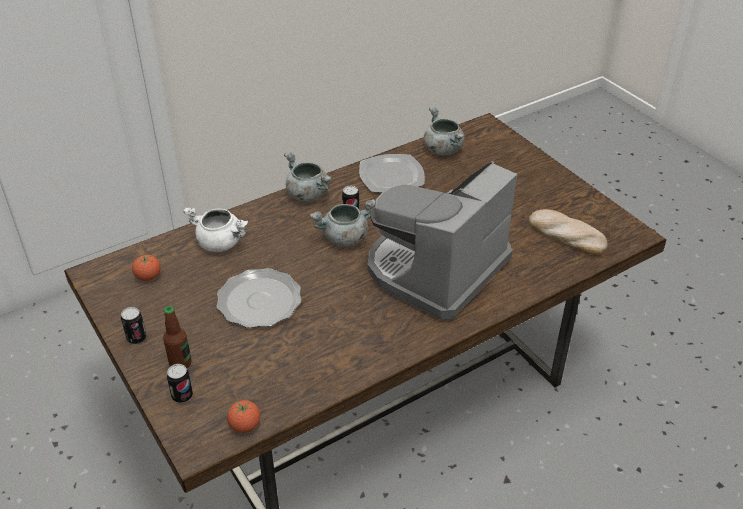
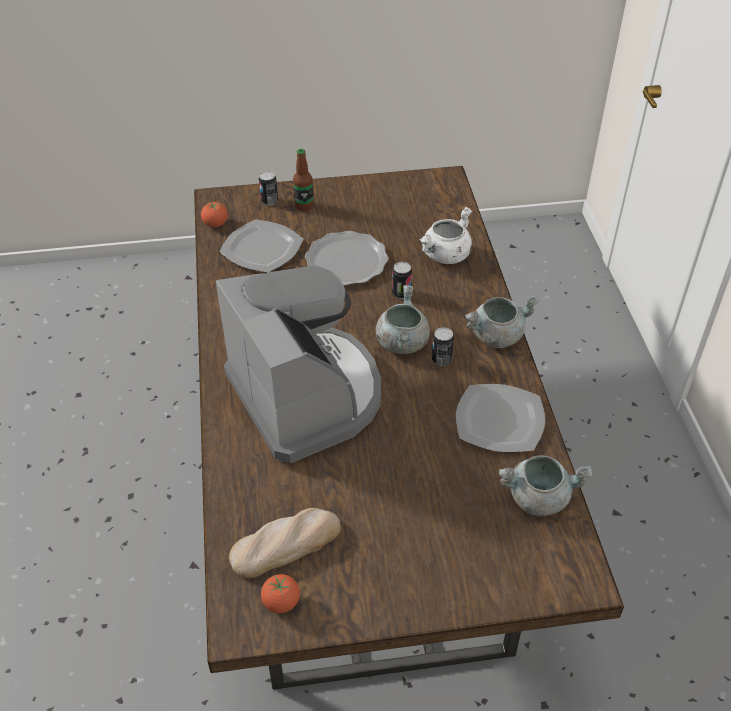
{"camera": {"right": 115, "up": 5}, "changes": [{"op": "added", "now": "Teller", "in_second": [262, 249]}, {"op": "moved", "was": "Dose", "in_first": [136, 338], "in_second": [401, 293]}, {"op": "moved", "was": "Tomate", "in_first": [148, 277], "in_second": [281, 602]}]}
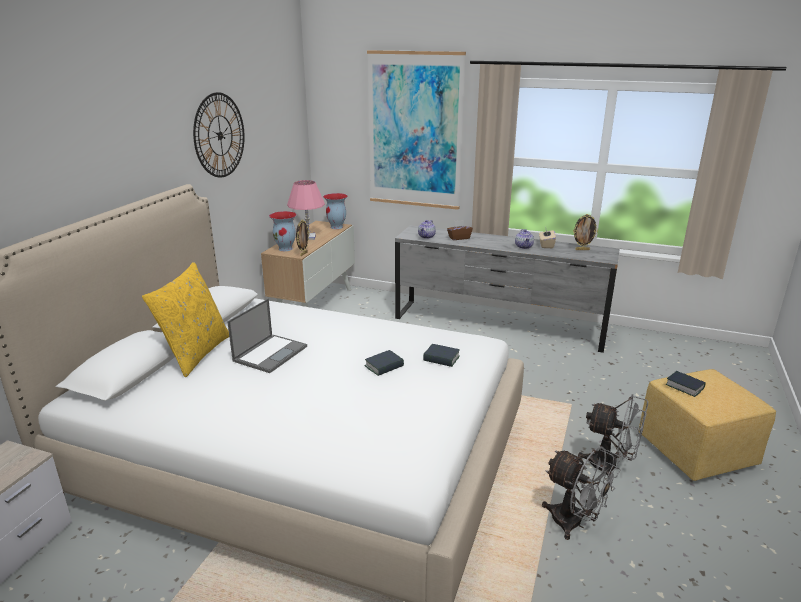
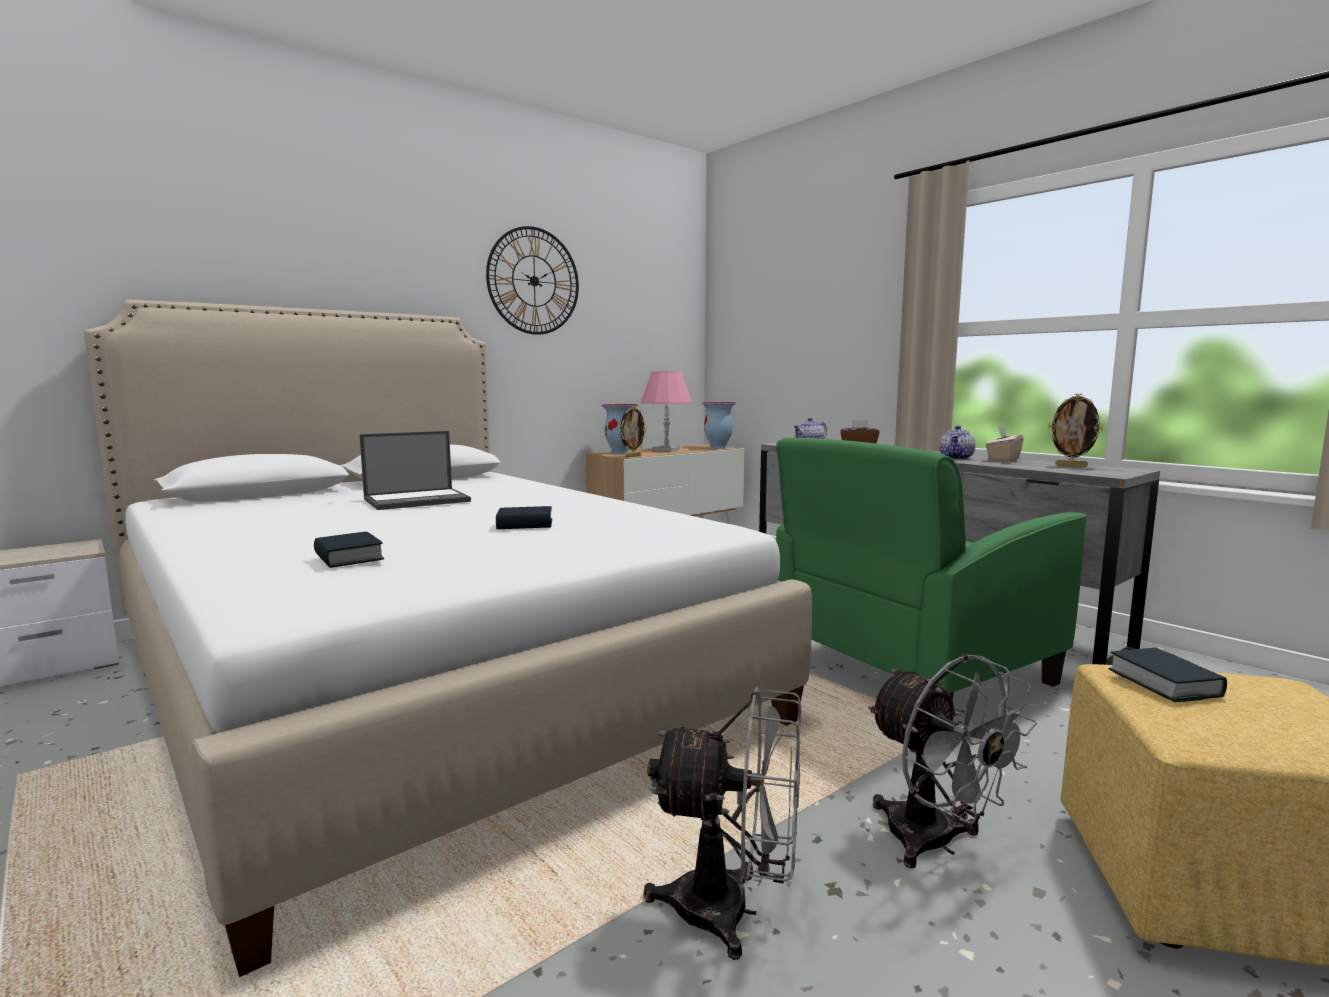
{"camera": {"right": 30, "up": -15}, "changes": [{"op": "removed", "was": "Kissen/gelb", "in_first": [195, 353]}, {"op": "removed", "was": "Bild", "in_first": [415, 131]}, {"op": "added", "now": "Sessel/grün", "in_second": [911, 671]}, {"op": "moved", "was": "Buch", "in_first": [441, 359], "in_second": [348, 558]}, {"op": "turned", "was": "Ventilator/grau", "in_first": [574, 523], "in_second": [732, 911], "clockwise": -60}]}
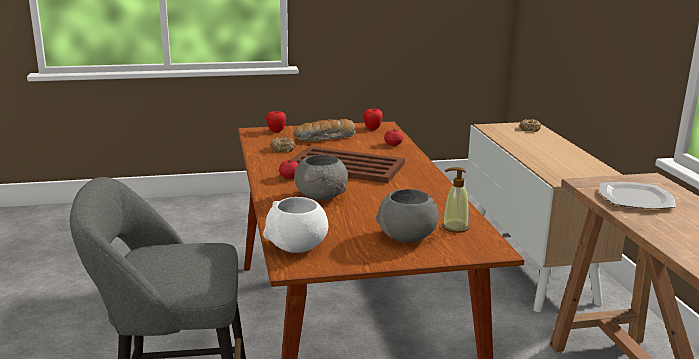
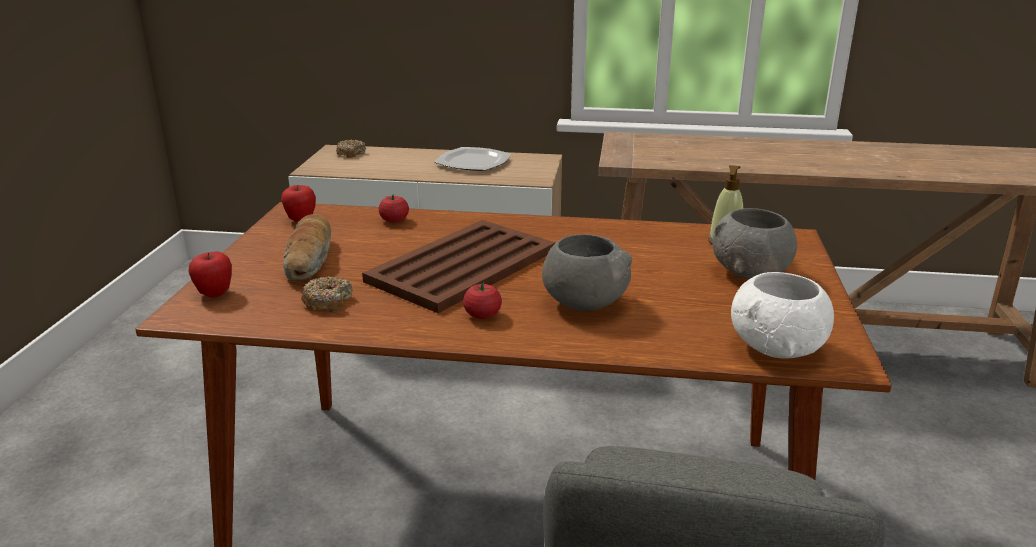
{"camera": {"right": -70, "up": 5}, "changes": [{"op": "moved", "was": "Teller", "in_first": [634, 198], "in_second": [472, 162]}]}
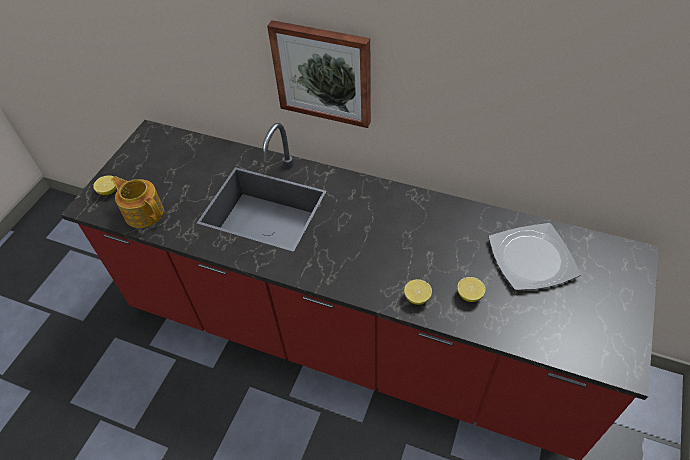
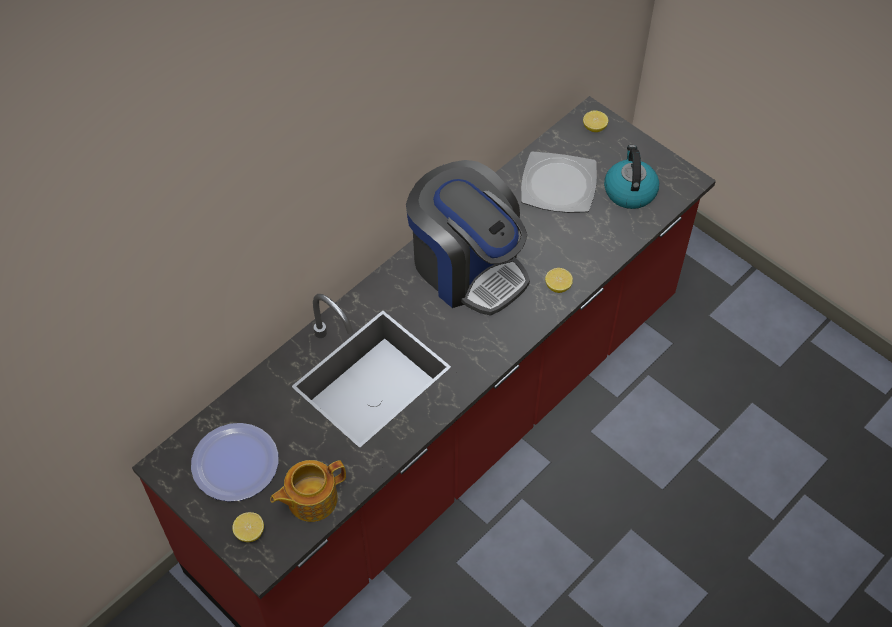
{"camera": {"right": -70, "up": 5}, "changes": [{"op": "removed", "was": "Bild", "in_first": [323, 73]}, {"op": "added", "now": "Teller", "in_second": [235, 463]}, {"op": "added", "now": "Kaffeemaschine", "in_second": [467, 267]}, {"op": "added", "now": "Wasserkessel", "in_second": [629, 191]}, {"op": "moved", "was": "Zitrone", "in_first": [469, 295], "in_second": [594, 128]}]}
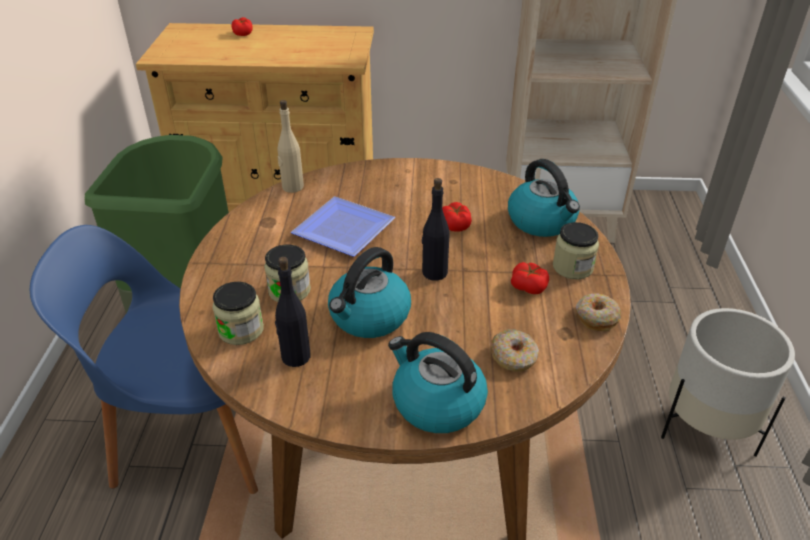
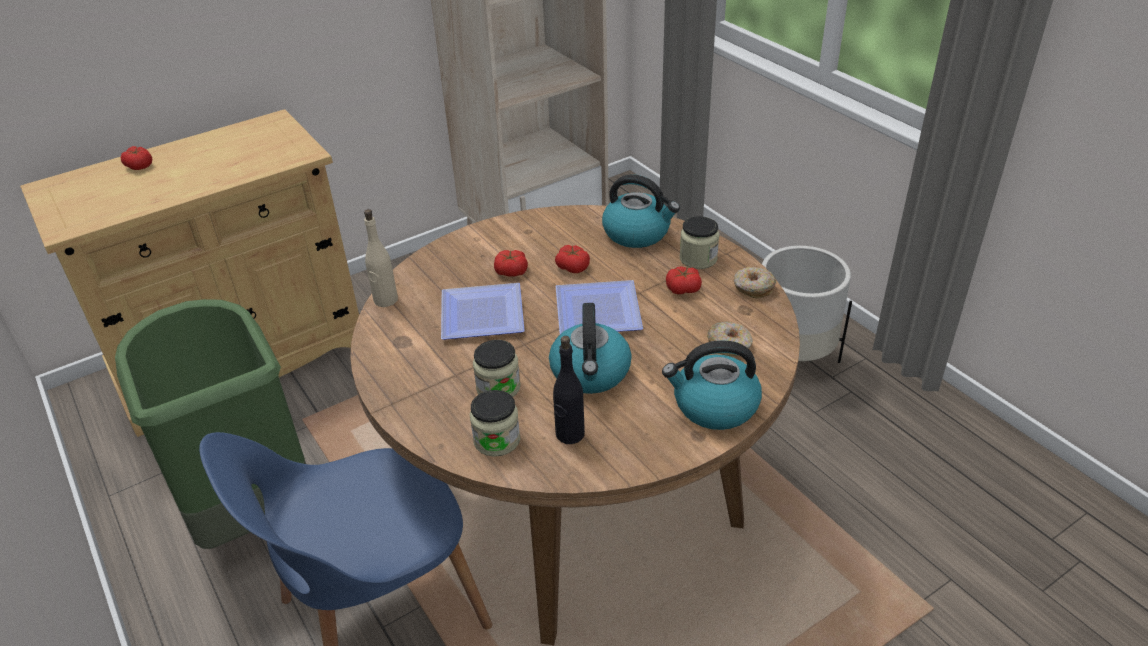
{"camera": {"right": -35, "up": 0}, "changes": [{"op": "added", "now": "Tomate", "in_second": [511, 271]}, {"op": "replaced", "was": "Flasche/schwarz", "now": "Teller", "in_first": [434, 272], "in_second": [601, 313]}]}
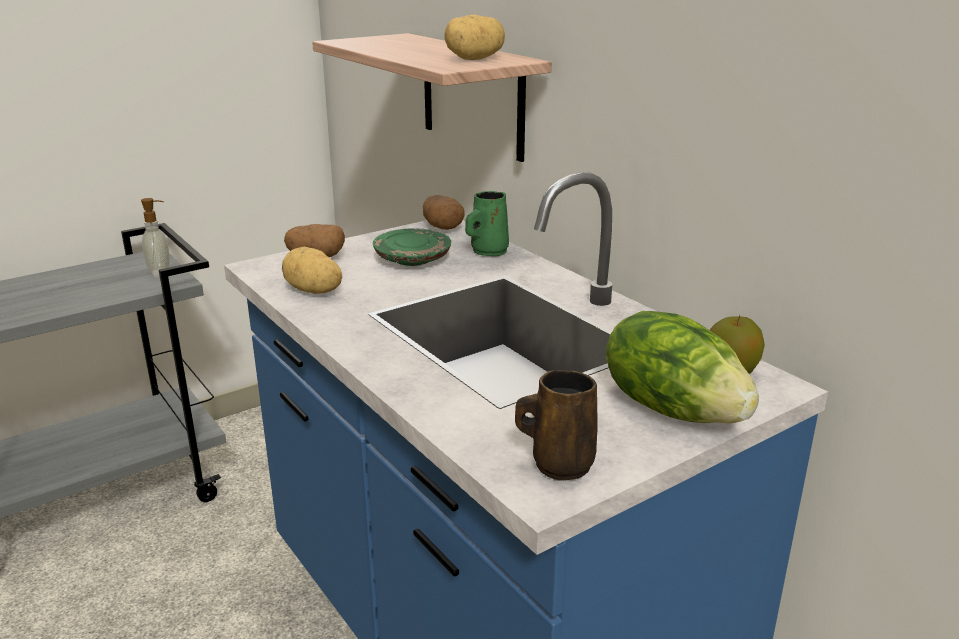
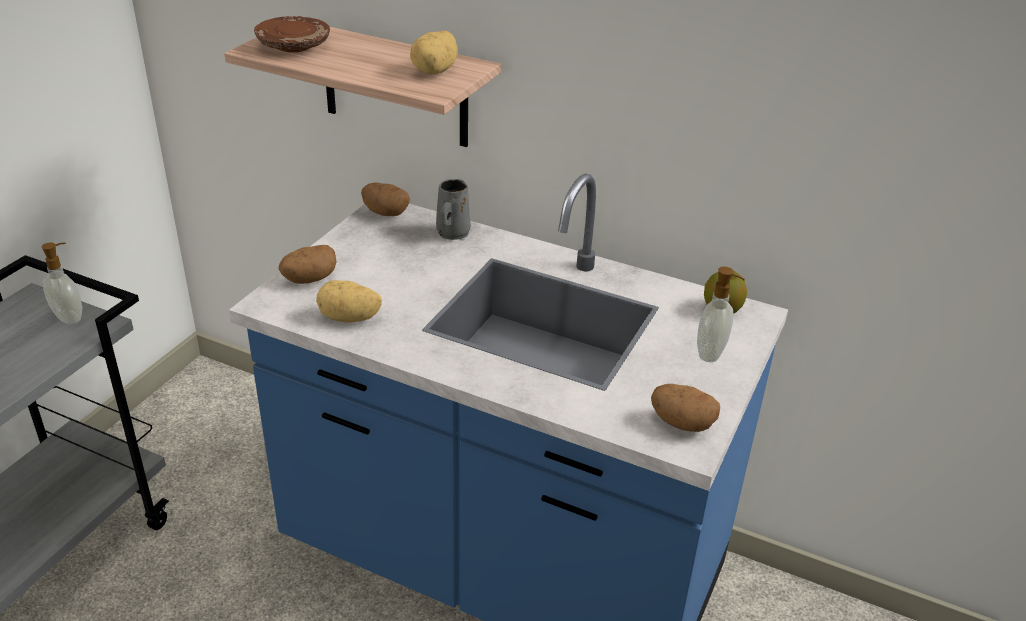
{"camera": {"right": -30, "up": 10}, "changes": [{"op": "removed", "was": "Teller/grün", "in_first": [413, 259]}, {"op": "added", "now": "Teller/braun", "in_second": [294, 46]}, {"op": "replaced", "was": "Henkelbecher/braun", "now": "Kartoffel", "in_first": [558, 464], "in_second": [681, 423]}, {"op": "replaced", "was": "Salatkopf", "now": "Seifenspender", "in_first": [673, 408], "in_second": [712, 353]}, {"op": "recoloured", "was": "Henkelbecher/grün", "now": "Henkelbecher/grau", "in_first": [487, 251], "in_second": [452, 233]}]}
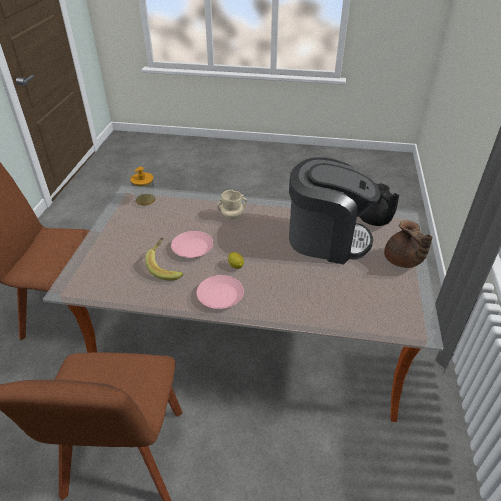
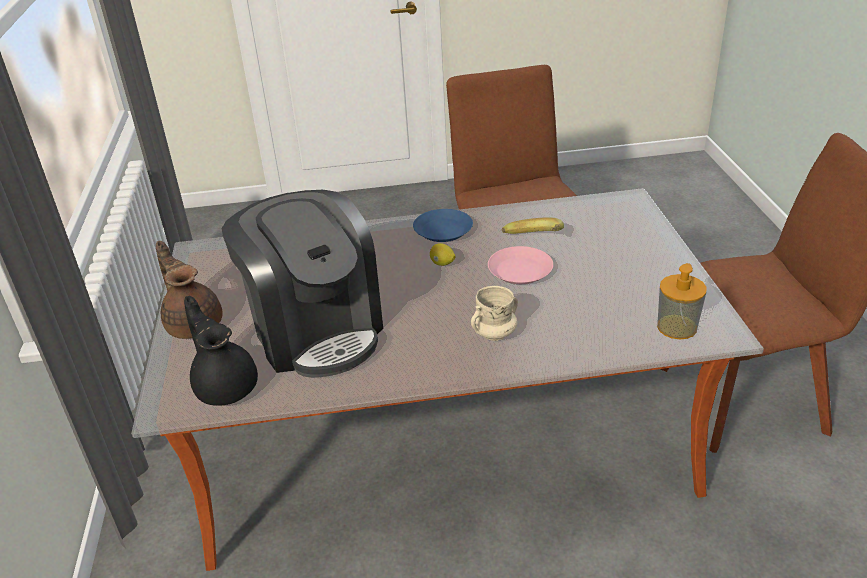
{"camera": {"right": 165, "up": -5}, "changes": [{"op": "recoloured", "was": "Teller/rosa", "now": "Teller/blau", "in_first": [220, 295], "in_second": [442, 230]}, {"op": "turned", "was": "Kaffeemaschine", "in_first": [326, 239], "in_second": [316, 331], "clockwise": -120}]}
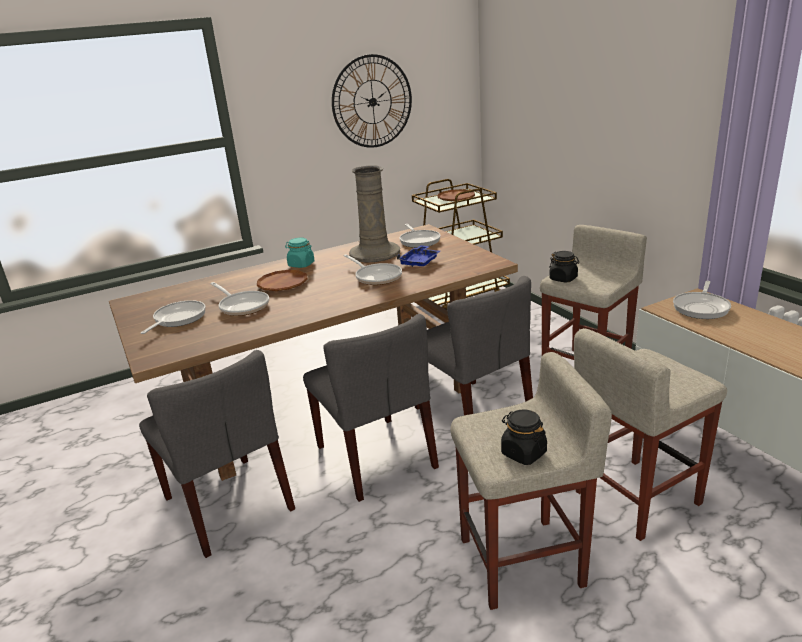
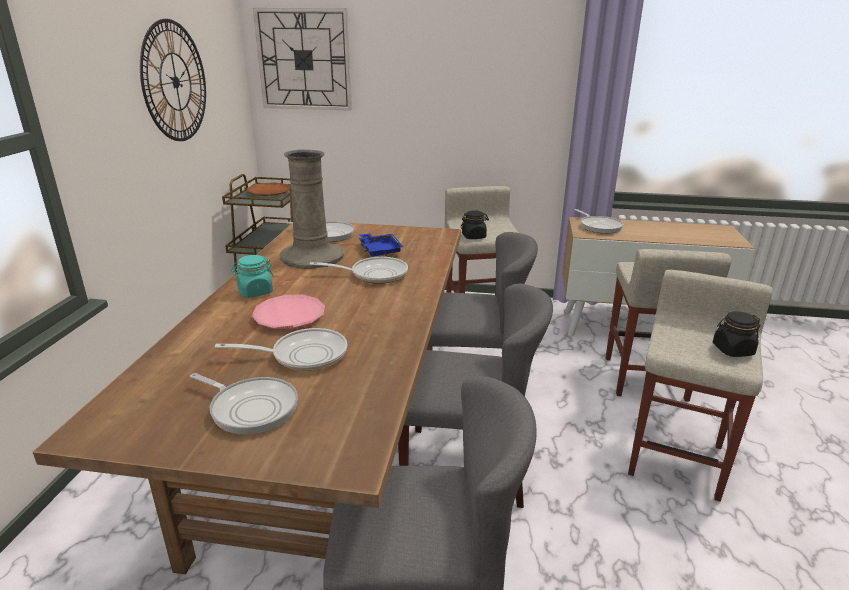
{"camera": {"right": -55, "up": 0}, "changes": [{"op": "added", "now": "Wanduhr", "in_second": [304, 60]}, {"op": "recoloured", "was": "Teller/braun", "now": "Teller/rosa", "in_first": [282, 284], "in_second": [289, 316]}, {"op": "turned", "was": "Pfanne", "in_first": [178, 319], "in_second": [251, 408], "clockwise": 150}]}
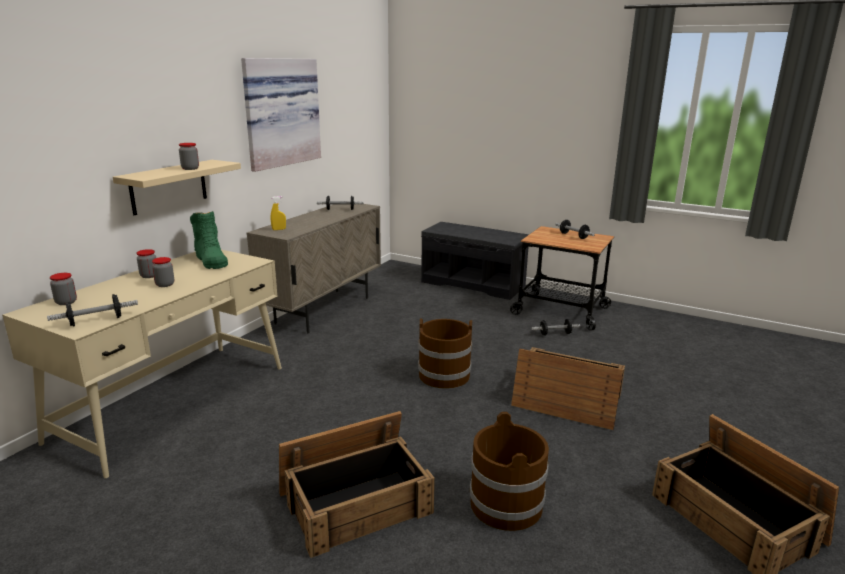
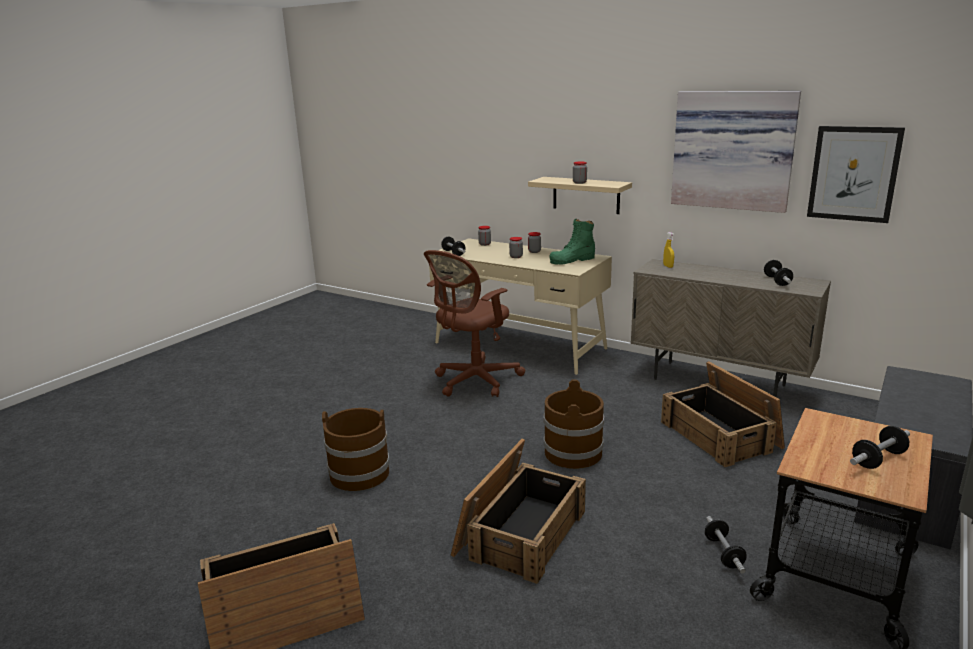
{"camera": {"right": 95, "up": 0}, "changes": [{"op": "added", "now": "Bürostuhl/braun", "in_second": [474, 381]}, {"op": "added", "now": "Bild", "in_second": [853, 173]}, {"op": "moved", "was": "Kiste", "in_first": [356, 502], "in_second": [721, 434]}]}
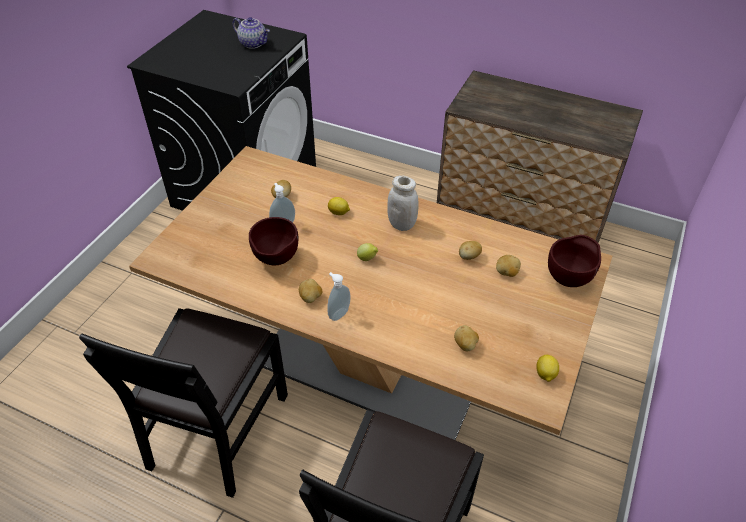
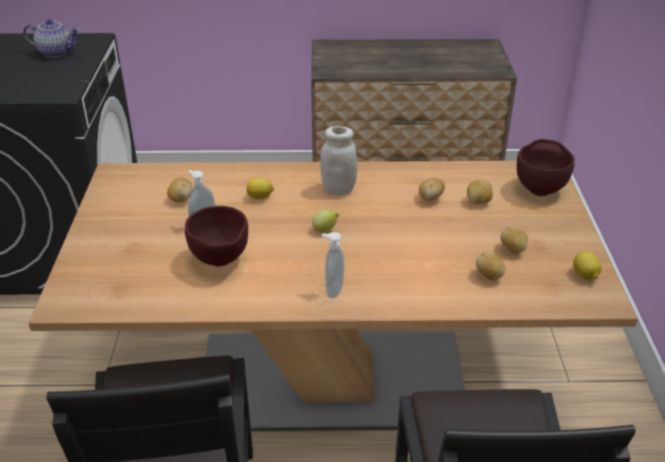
{"camera": {"right": -25, "up": -10}, "changes": [{"op": "moved", "was": "Kartoffel", "in_first": [311, 298], "in_second": [513, 250]}]}
